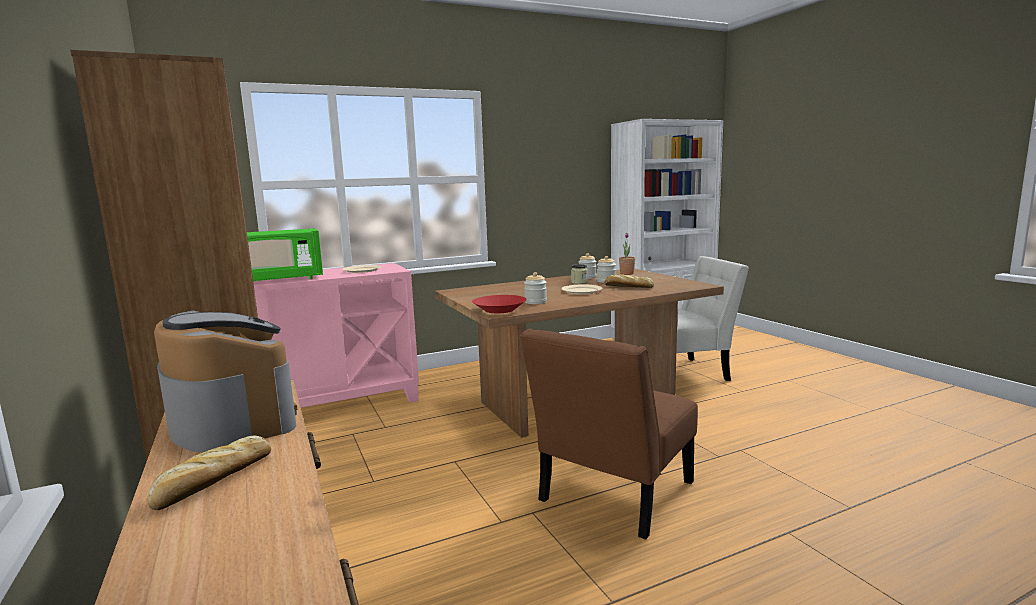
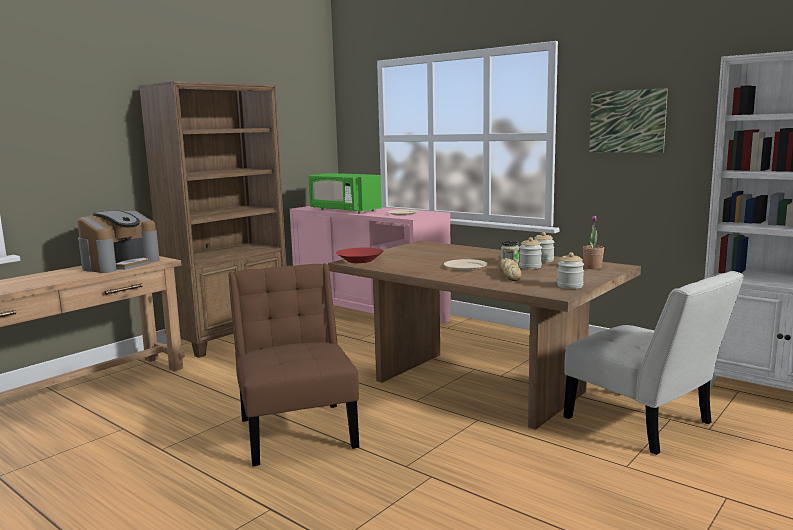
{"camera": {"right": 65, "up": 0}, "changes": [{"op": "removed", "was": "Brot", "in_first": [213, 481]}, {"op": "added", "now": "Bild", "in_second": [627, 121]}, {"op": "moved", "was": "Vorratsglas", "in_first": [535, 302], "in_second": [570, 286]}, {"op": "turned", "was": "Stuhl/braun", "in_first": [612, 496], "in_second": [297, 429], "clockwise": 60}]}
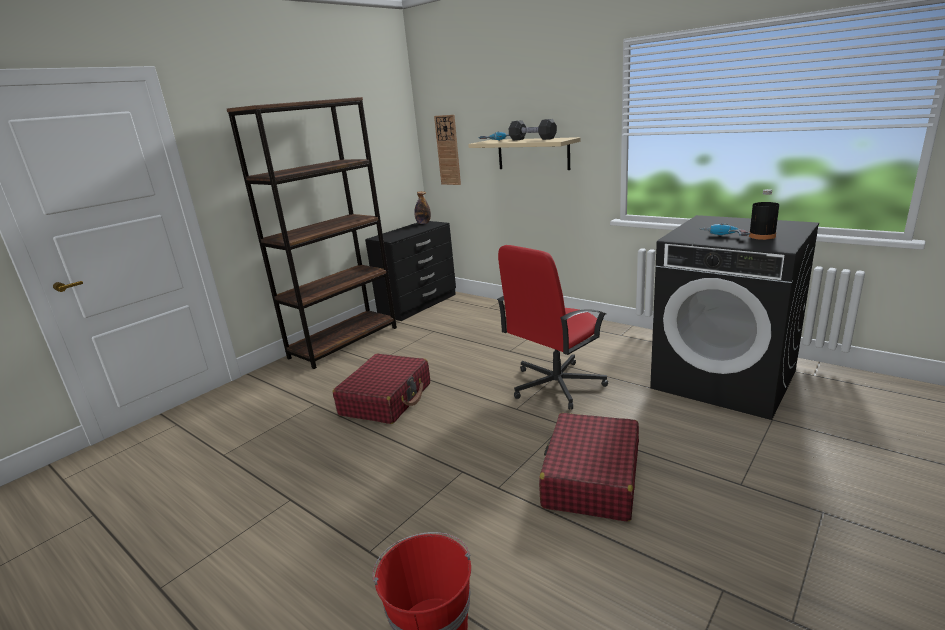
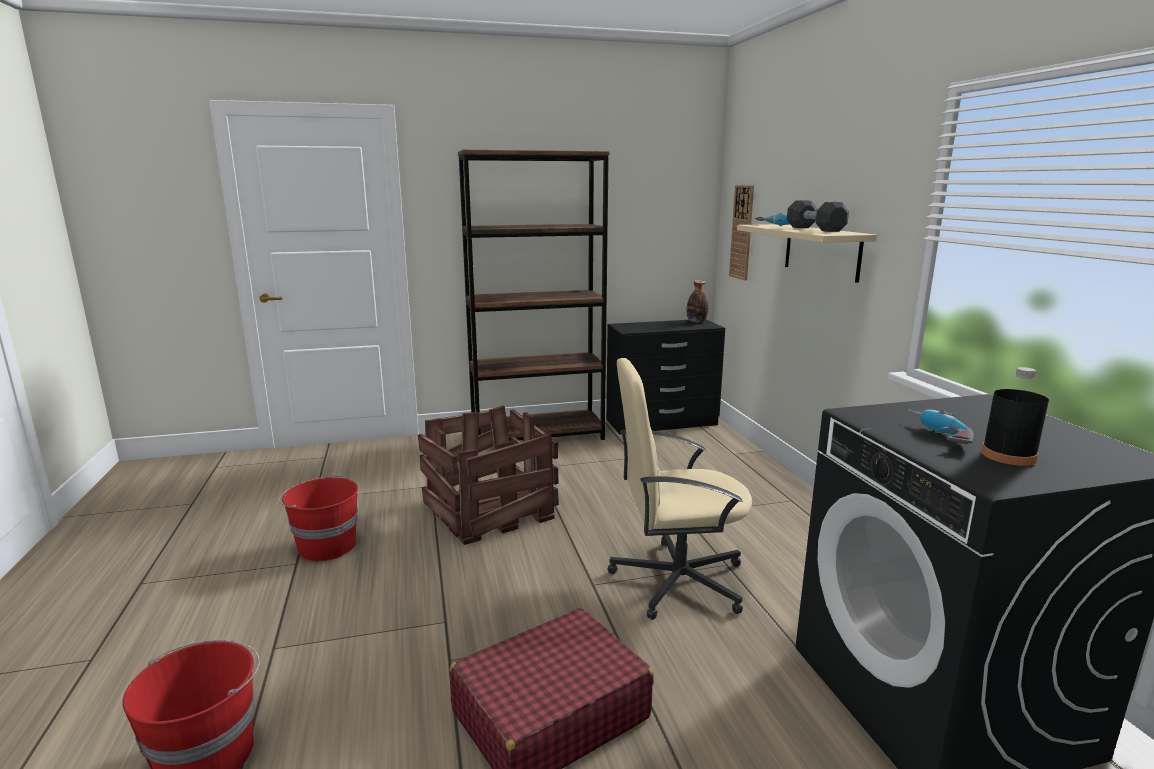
{"camera": {"right": 35, "up": -5}, "changes": [{"op": "added", "now": "Eimer/rot", "in_second": [326, 546]}, {"op": "replaced", "was": "Koffer/rot", "now": "Kiste", "in_first": [386, 399], "in_second": [491, 510]}, {"op": "recoloured", "was": "Bürostuhl/rot", "now": "Bürostuhl/beige", "in_first": [555, 385], "in_second": [676, 580]}]}
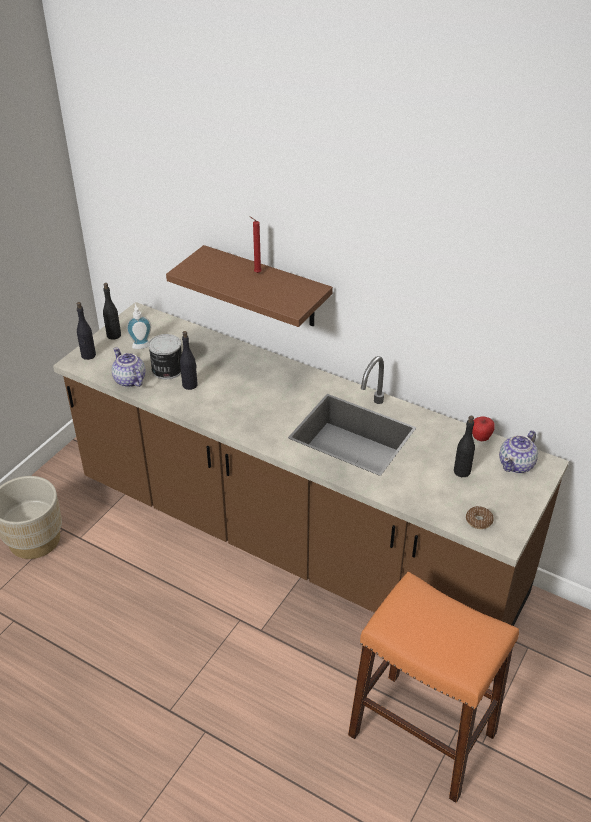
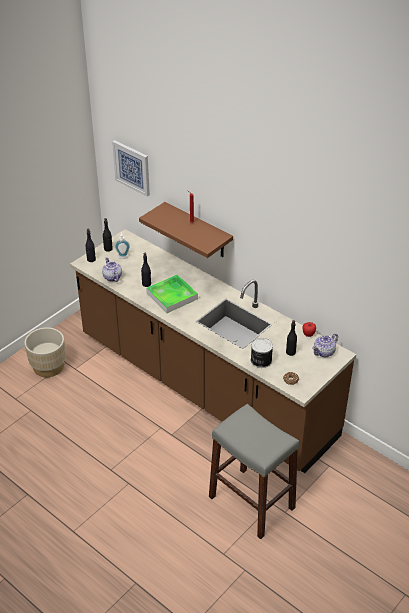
{"camera": {"right": 10, "up": 0}, "changes": [{"op": "added", "now": "Bild", "in_second": [132, 167]}, {"op": "added", "now": "Tablett", "in_second": [172, 296]}, {"op": "moved", "was": "Dose", "in_first": [167, 369], "in_second": [260, 360]}, {"op": "recoloured", "was": "Hocker/orange", "now": "Hocker/grau", "in_first": [422, 734], "in_second": [251, 502]}]}
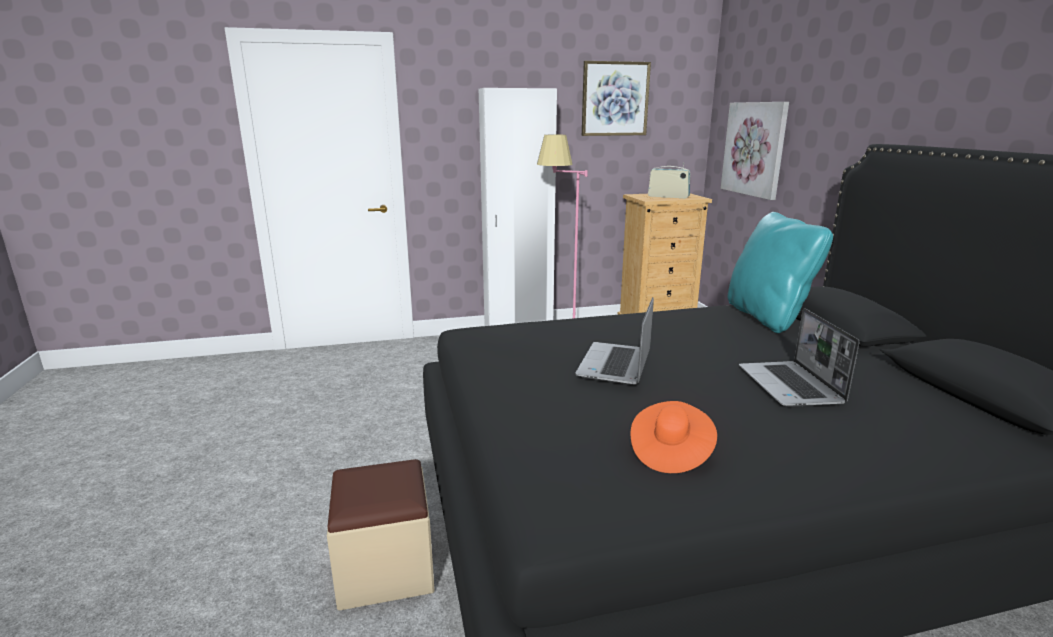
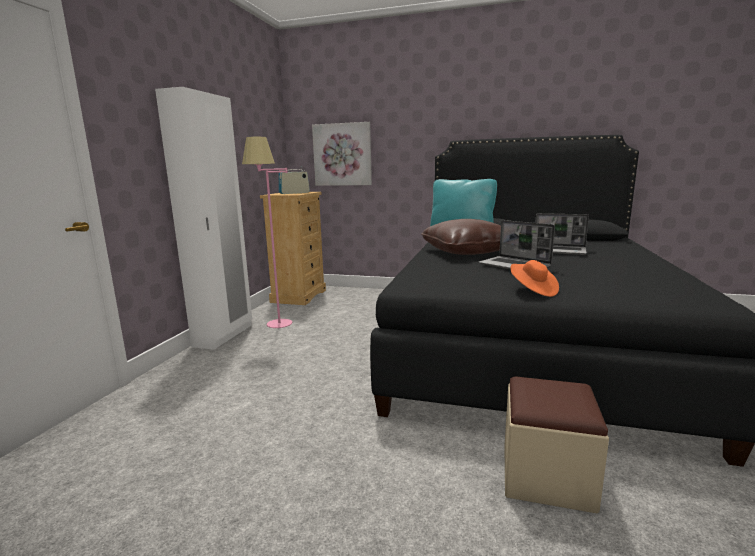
{"camera": {"right": -60, "up": -5}, "changes": [{"op": "removed", "was": "Bild", "in_first": [615, 99]}, {"op": "added", "now": "Kissen/braun", "in_second": [467, 252]}, {"op": "moved", "was": "Hut/orange", "in_first": [670, 452], "in_second": [533, 290]}]}
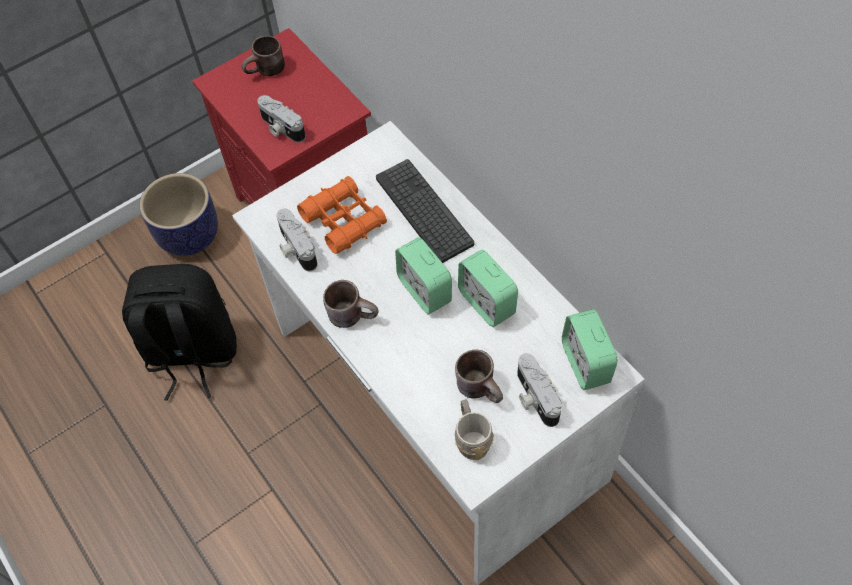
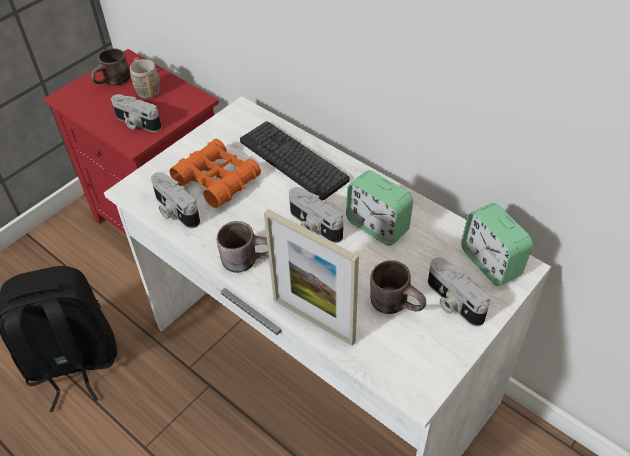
{"camera": {"right": -15, "up": -10}, "changes": [{"op": "removed", "was": "Pflanzkübel", "in_first": [190, 235]}, {"op": "added", "now": "Bilderrahmen", "in_second": [313, 320]}, {"op": "moved", "was": "Henkelbecher/grau", "in_first": [471, 438], "in_second": [146, 89]}, {"op": "replaced", "was": "Wecker", "now": "Kamera", "in_first": [425, 290], "in_second": [313, 226]}]}
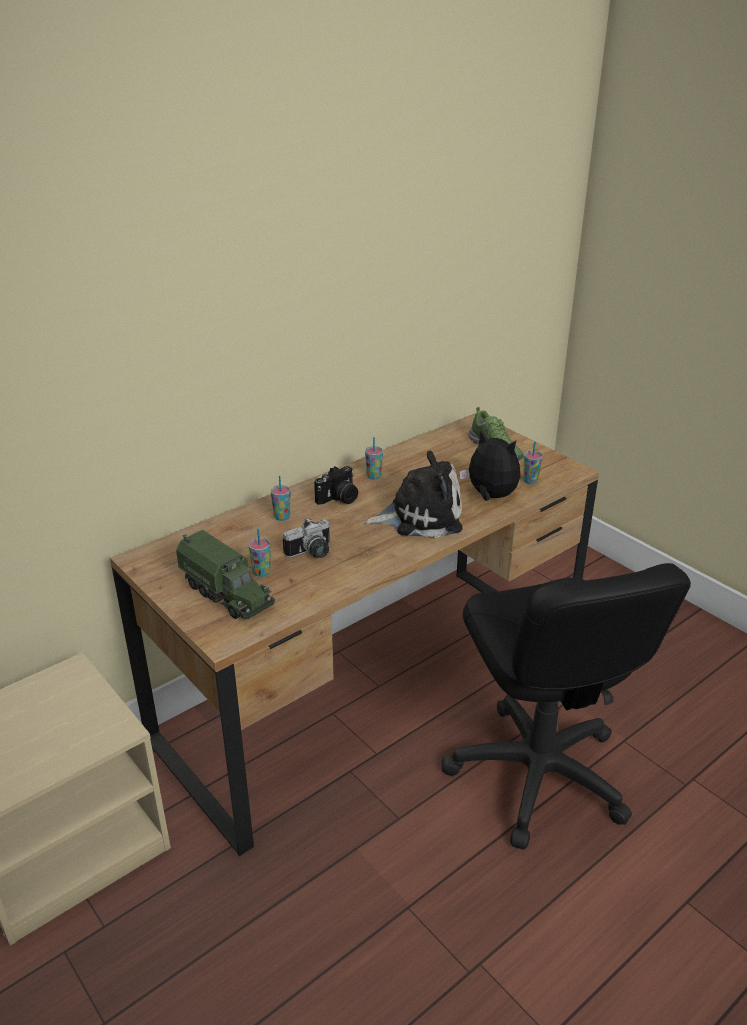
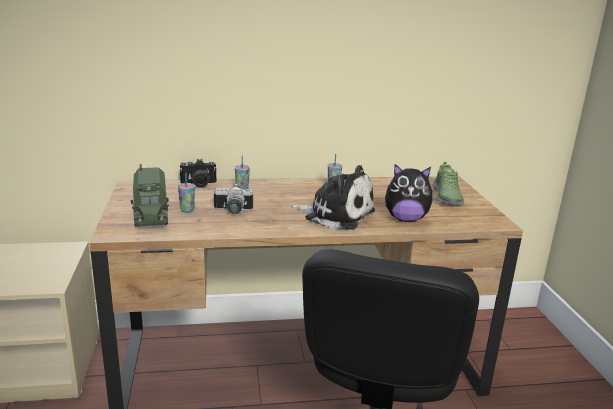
{"camera": {"right": 30, "up": -10}, "changes": [{"op": "removed", "was": "Tasse", "in_first": [530, 481]}, {"op": "moved", "was": "Kamera", "in_first": [339, 499], "in_second": [198, 184]}, {"op": "turned", "was": "Plüschtier", "in_first": [490, 496], "in_second": [406, 219], "clockwise": 120}]}
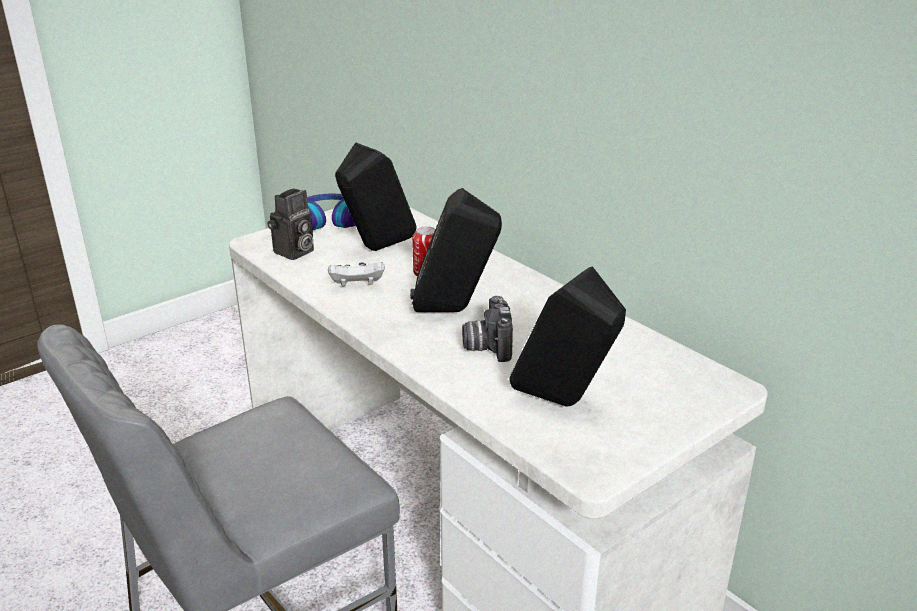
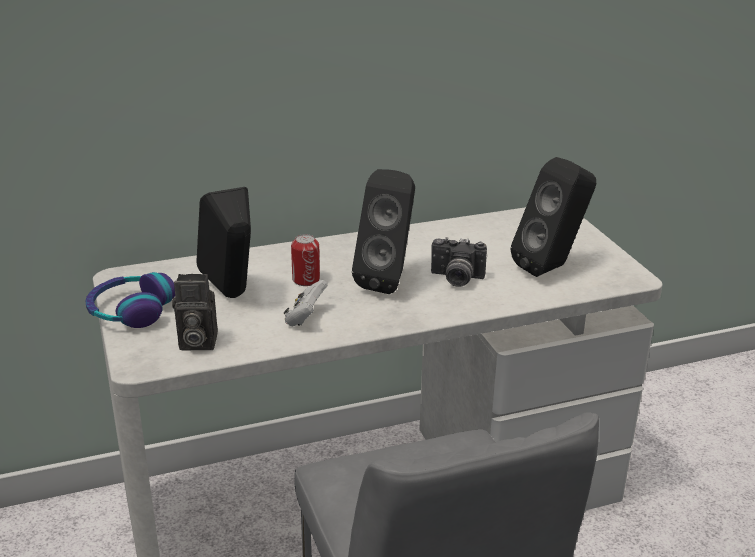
{"camera": {"right": -70, "up": 0}, "changes": [{"op": "turned", "was": "Kamera", "in_first": [294, 253], "in_second": [195, 342], "clockwise": 120}]}
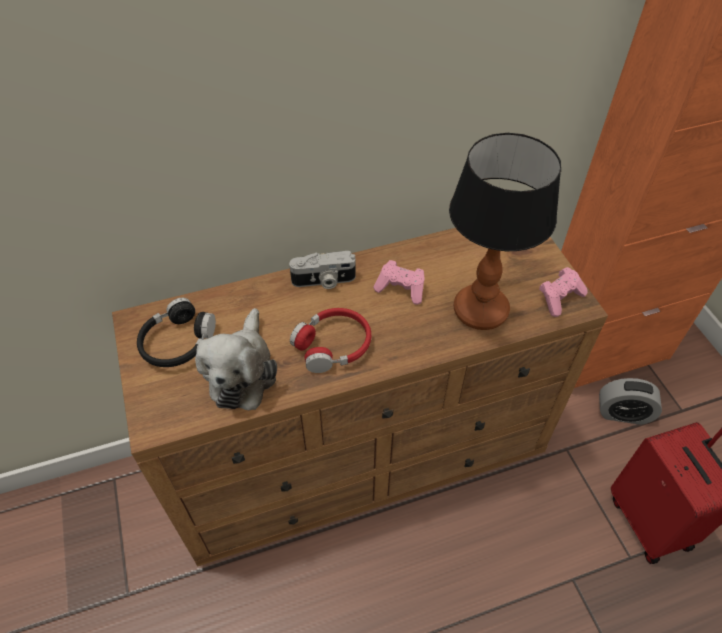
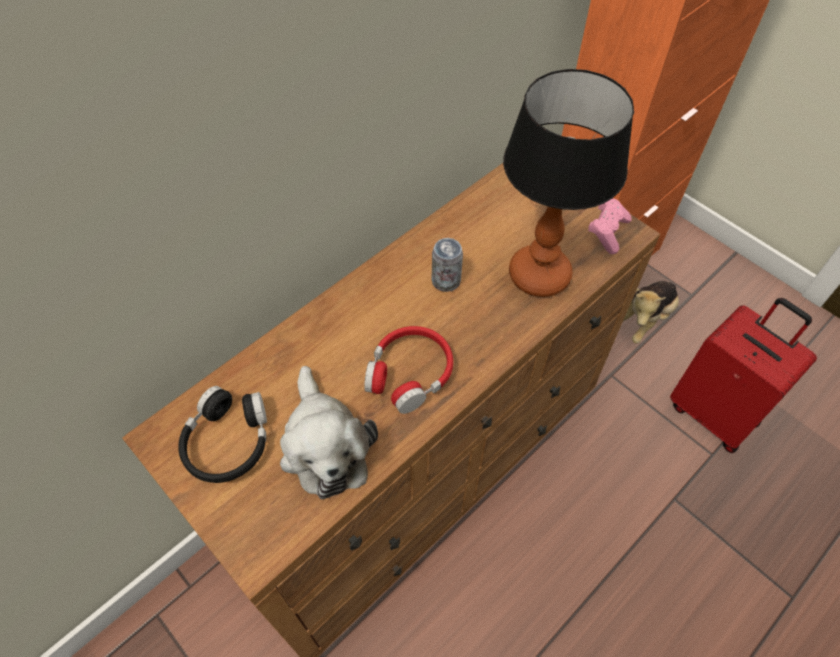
{"camera": {"right": -25, "up": 5}, "changes": [{"op": "removed", "was": "Kamera", "in_first": [324, 281]}, {"op": "replaced", "was": "Gamepad/rosa", "now": "Dose", "in_first": [401, 289], "in_second": [446, 281]}, {"op": "replaced", "was": "Wecker", "now": "Plüschtier", "in_first": [622, 413], "in_second": [643, 319]}]}
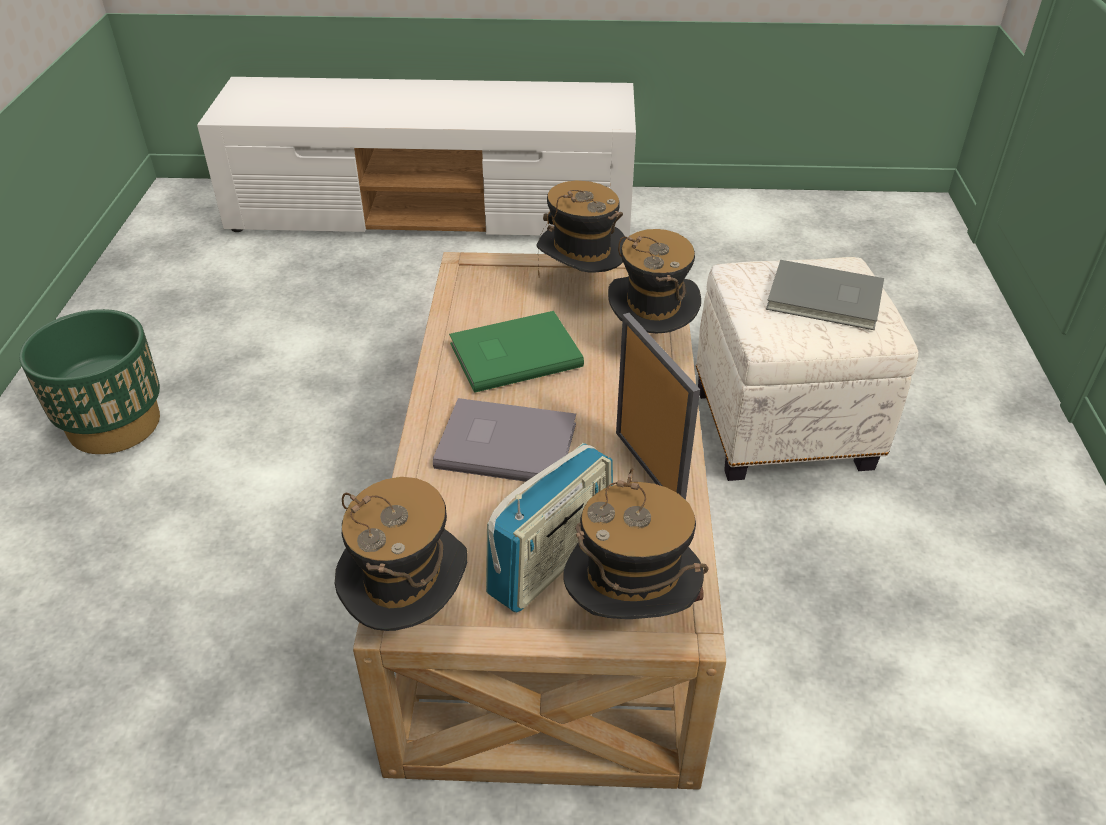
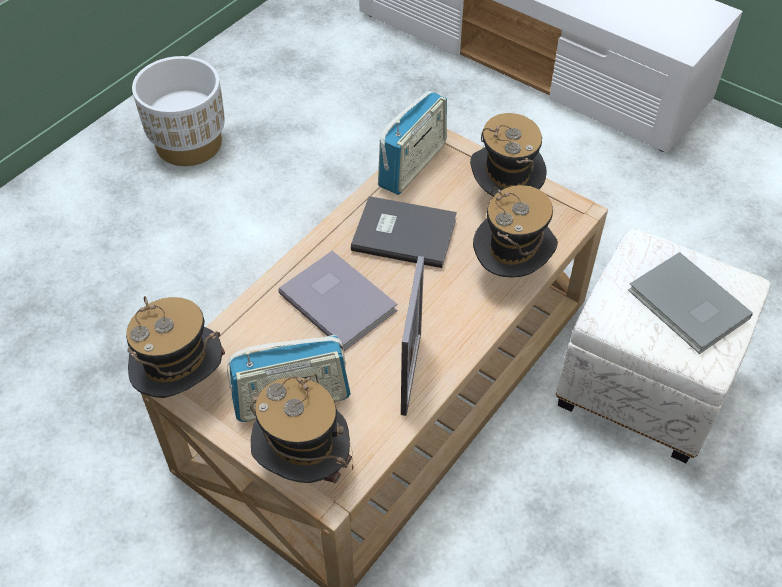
{"camera": {"right": 35, "up": 10}, "changes": [{"op": "added", "now": "Radio", "in_second": [412, 165]}, {"op": "recoloured", "was": "Pflanzkübel/grün", "now": "Pflanzkübel/weiß", "in_first": [115, 425], "in_second": [189, 144]}, {"op": "recoloured", "was": "Buch/grün", "now": "Buch/grau", "in_first": [513, 353], "in_second": [403, 232]}]}
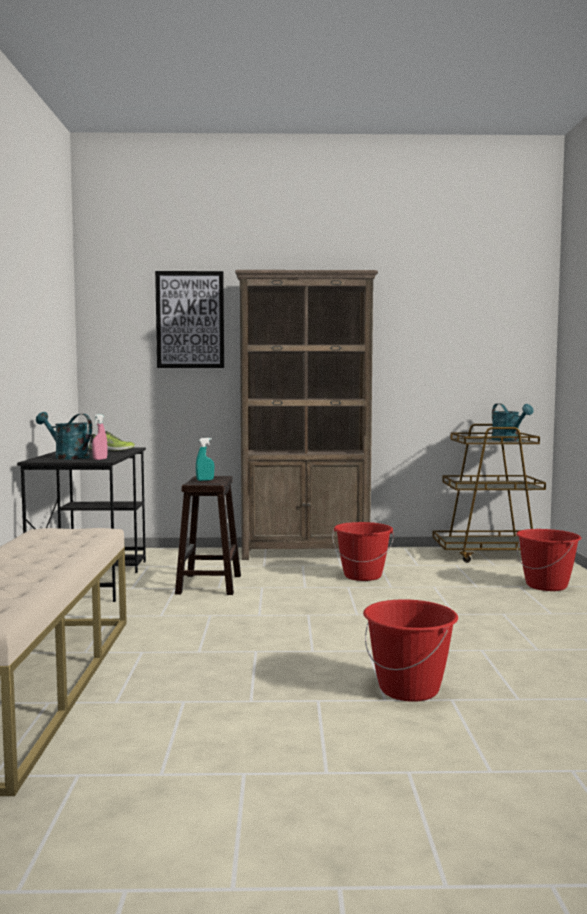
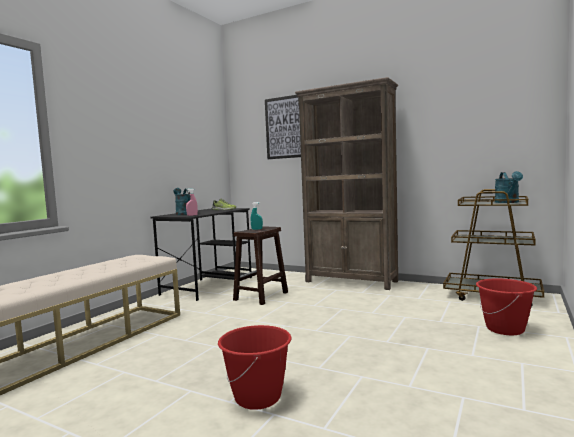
{"camera": {"right": 30, "up": 0}, "changes": [{"op": "removed", "was": "Eimer/rot", "in_first": [363, 576]}]}
